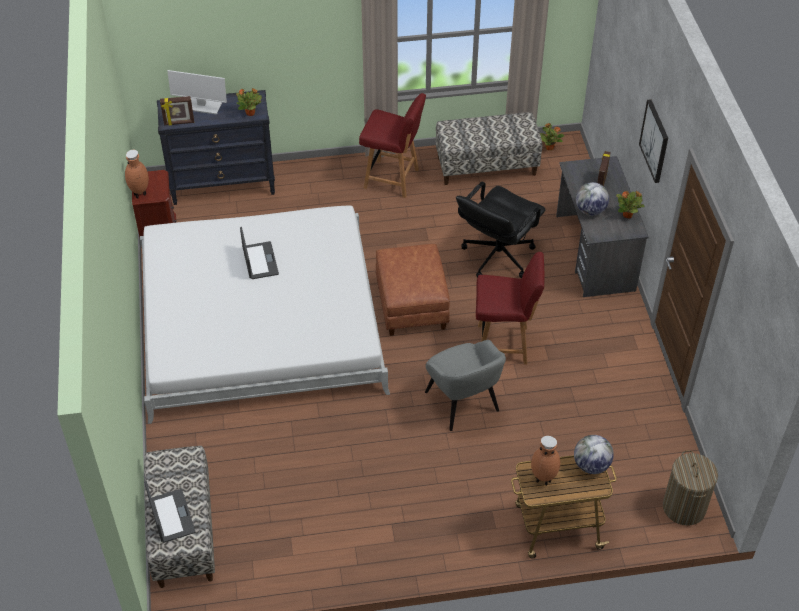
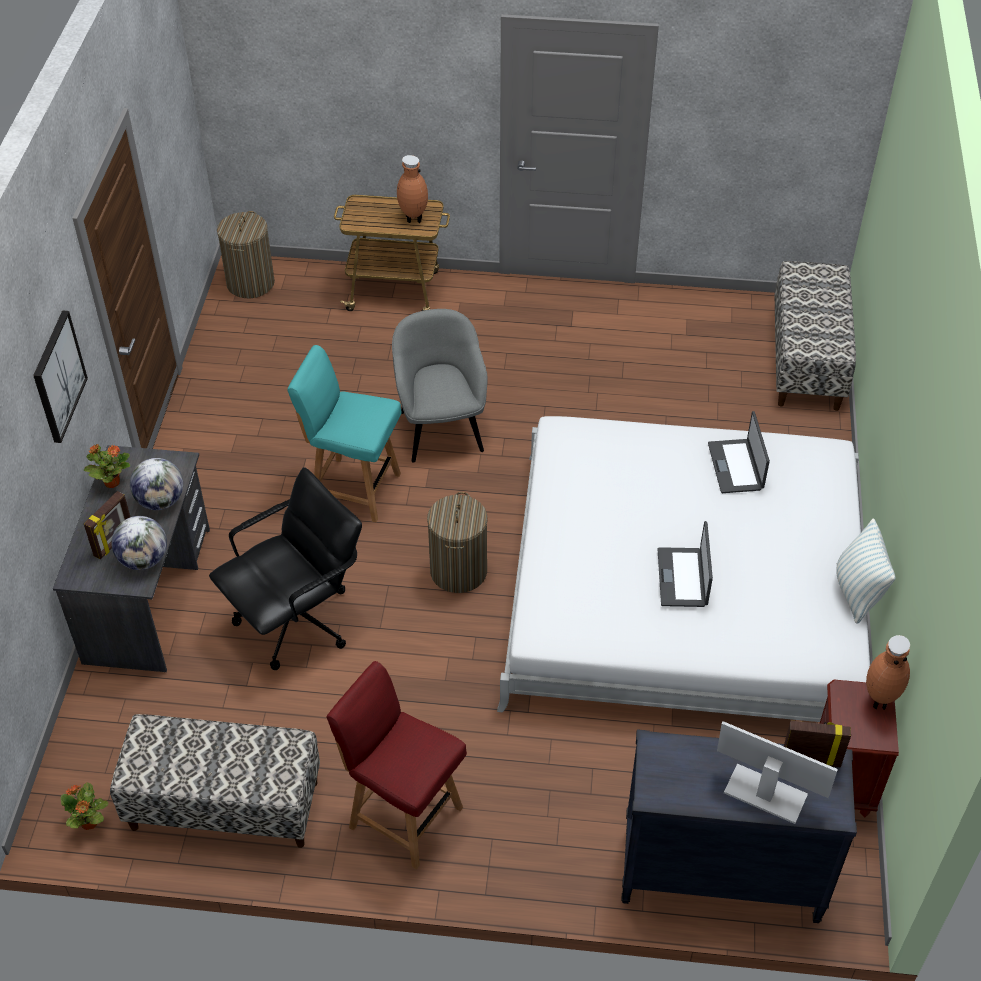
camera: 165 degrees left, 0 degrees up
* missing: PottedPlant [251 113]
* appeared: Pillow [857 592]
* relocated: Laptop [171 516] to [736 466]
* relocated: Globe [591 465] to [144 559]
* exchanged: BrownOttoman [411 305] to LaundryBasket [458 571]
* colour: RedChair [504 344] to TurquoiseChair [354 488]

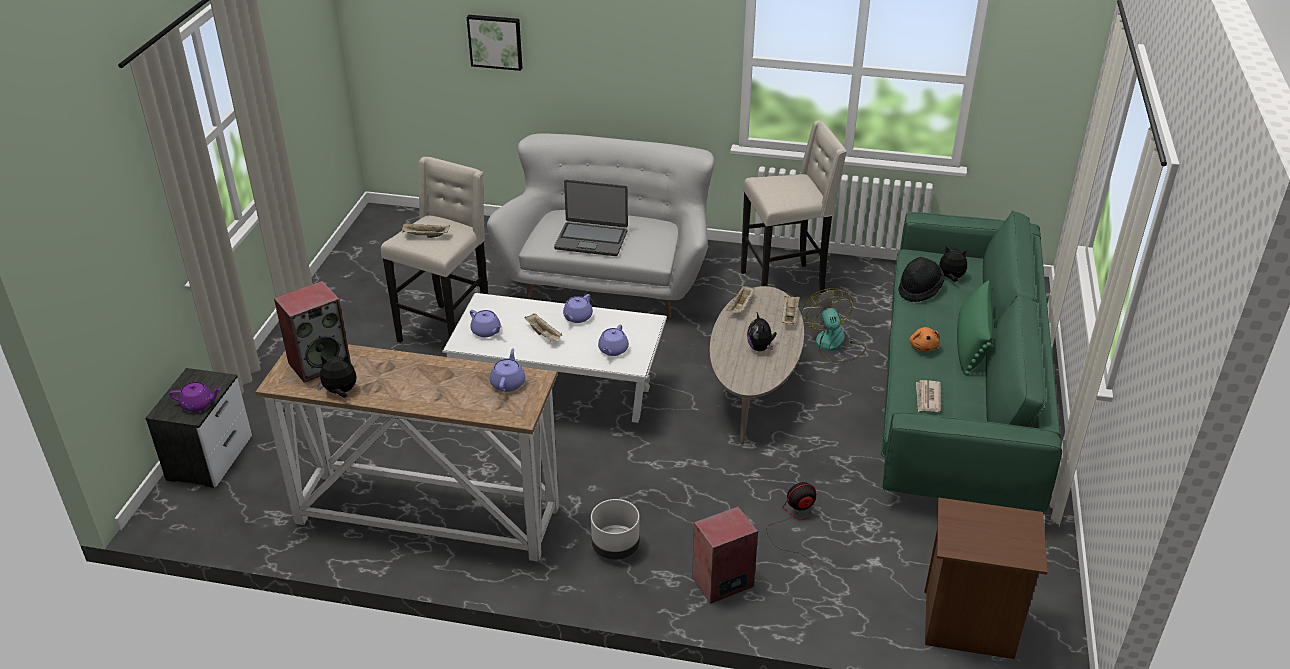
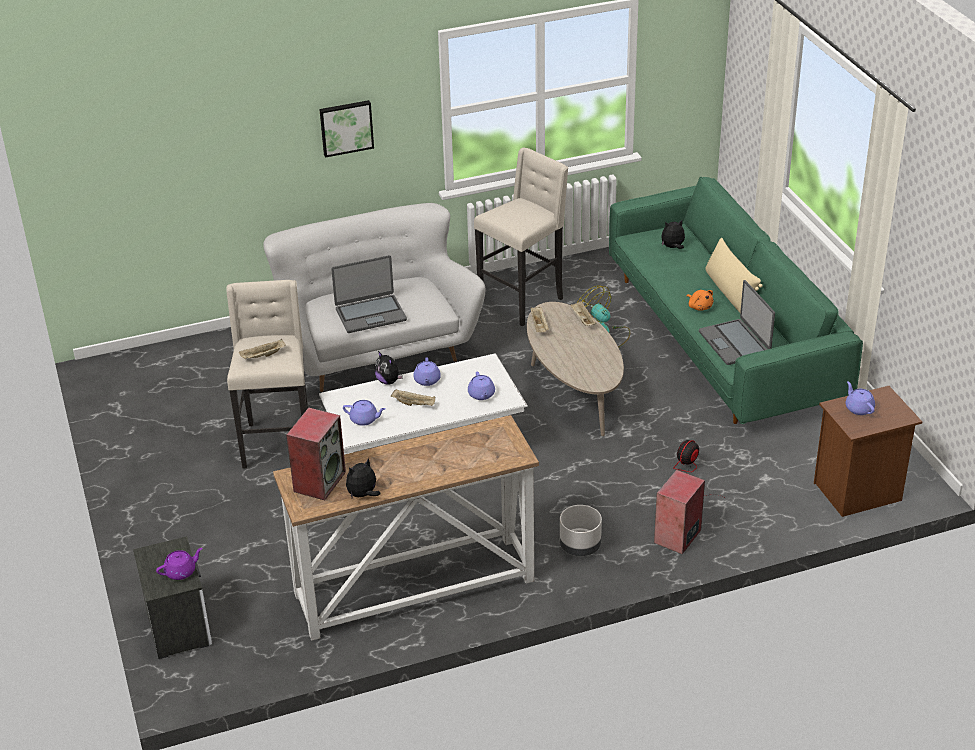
camera: 30 degrees left, 0 degrees up
* missing: BlackHat [919 290]
* relocated: Picture [495 41] to [346 127]
* relocated: PurpleTeapot [508 383] to [859 408]
* relocated: PlushToy [760 348] to [388 381]
* exchanged: Newspaper [927 398] to Laptop [735 343]
* colour: GreenPillow [971 344] to BeigePillow [730 292]

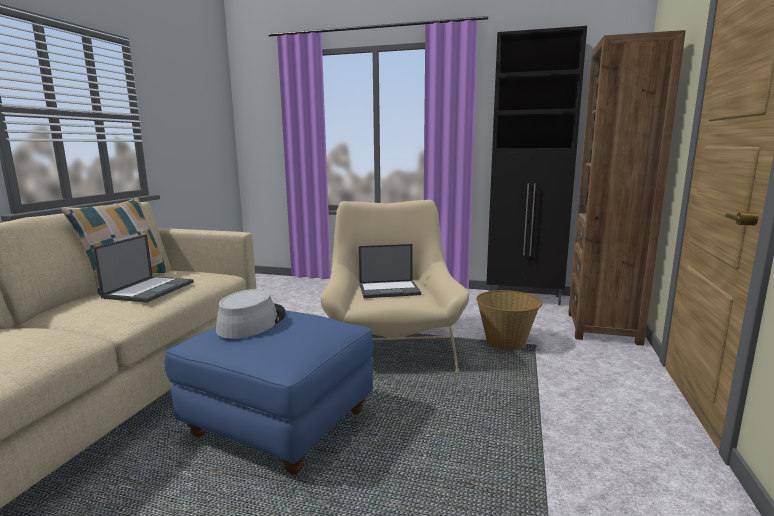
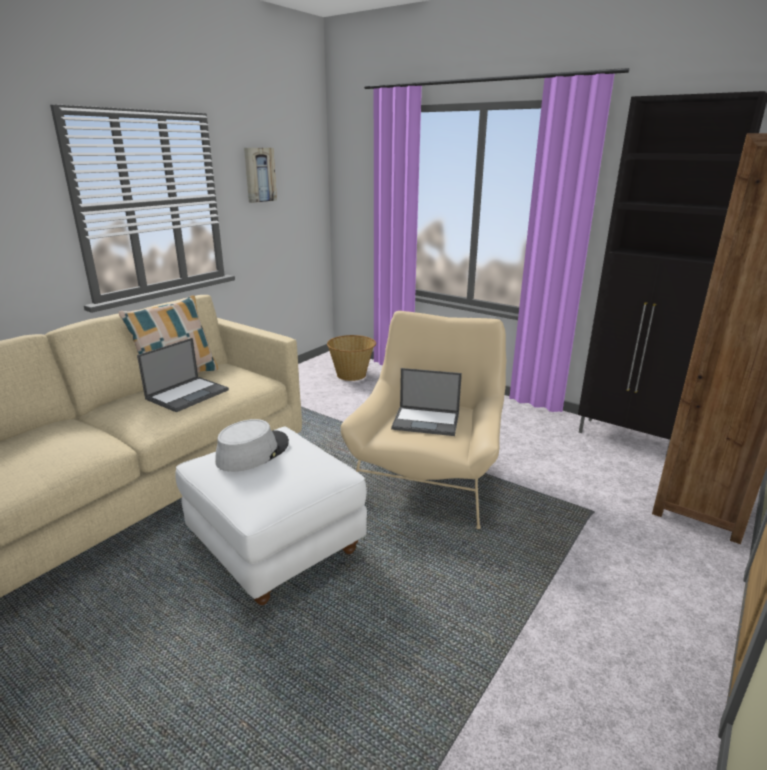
camera: 20 degrees right, 10 degrees up
* appeared: Picture [259 175]
* relocated: Basket [506 342] to [352 375]
* colour: BlueOttoman [279 424] to WhiteOttoman [275 546]

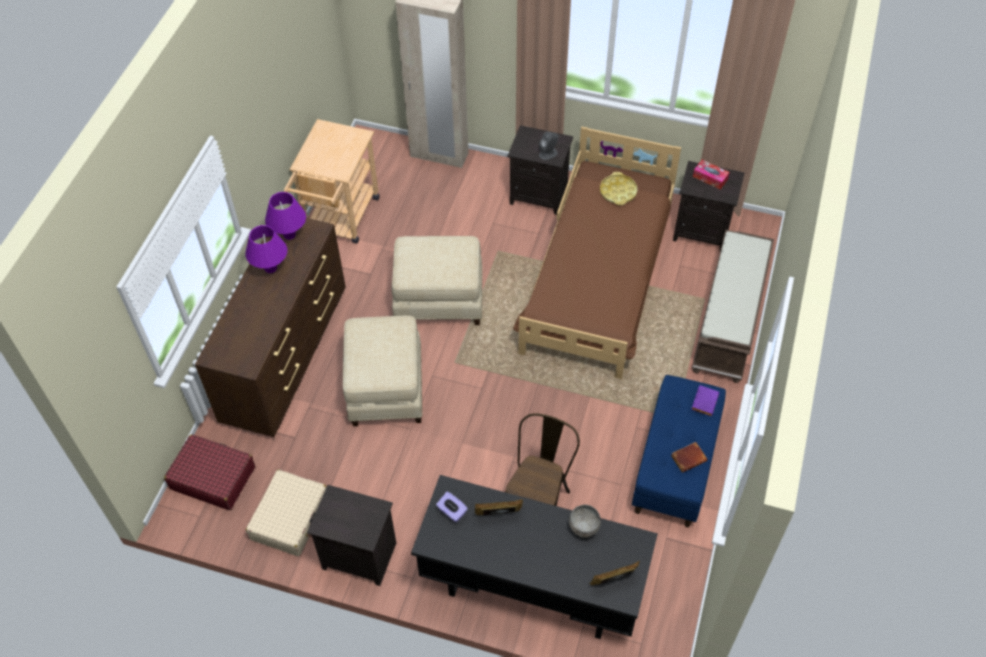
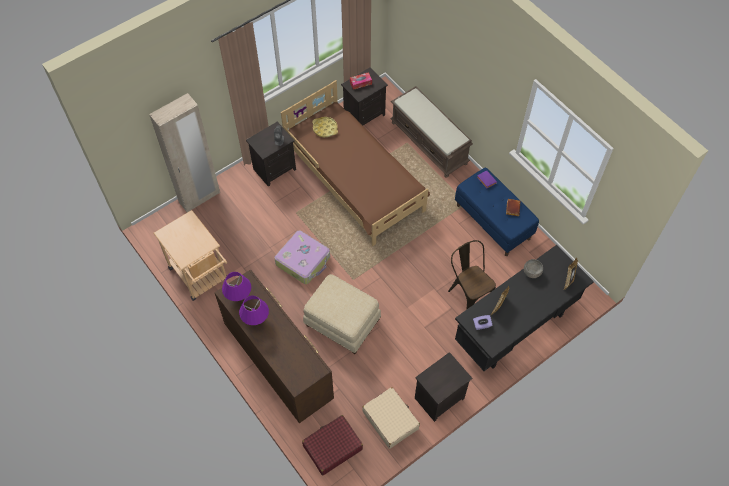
camera: 55 degrees left, 5 degrees up
* exchanged: BeigeOttoman [439 298] to Suitcase [303 261]

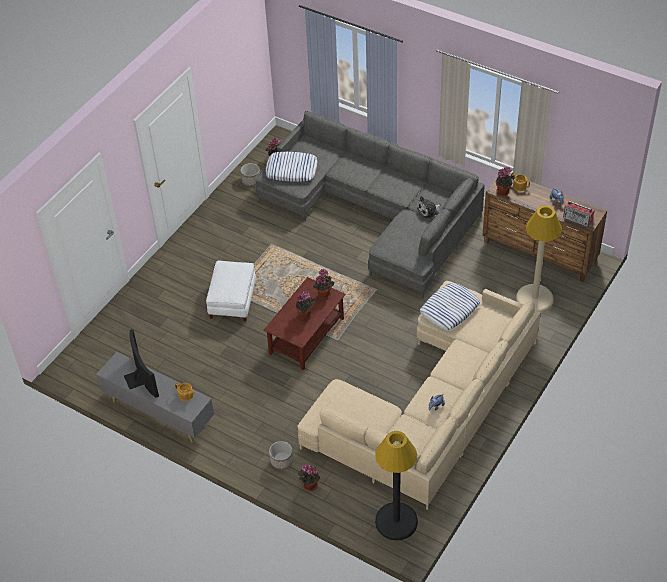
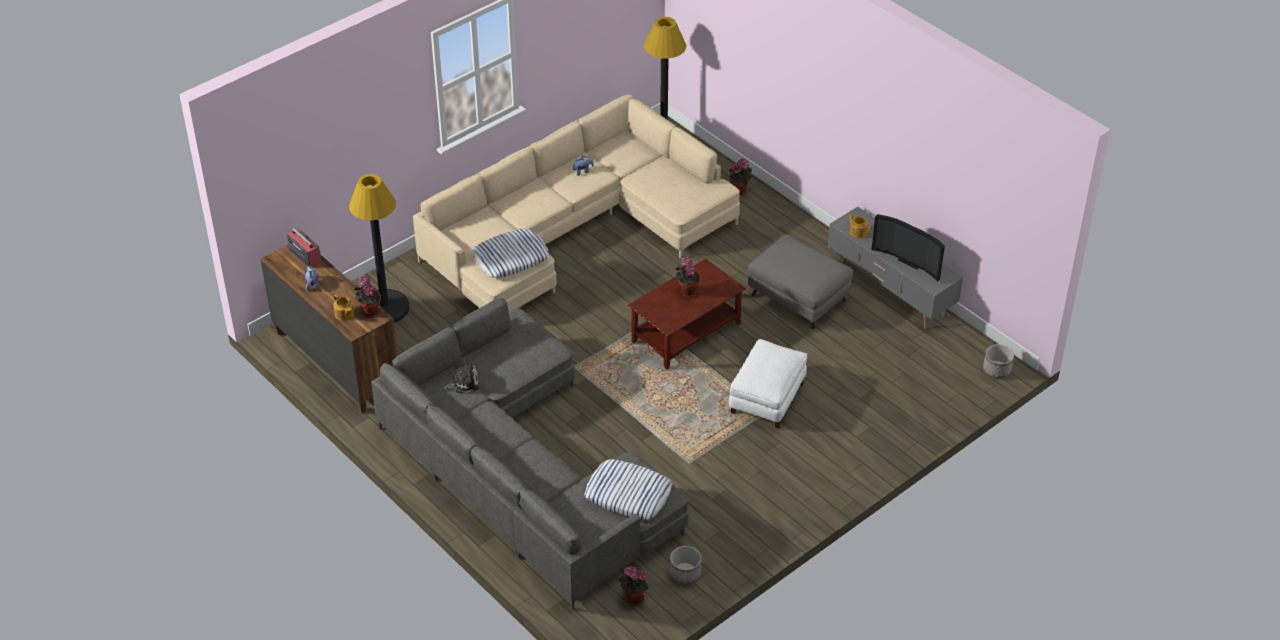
camera: 165 degrees left, 5 degrees down
* missing: PottedPlant [324 293]
* appeared: GreyOttoman [799 298]
* relocated: Planter [281 461] to [997 370]
* colour: BeigeFloorLamp [534 299] to BlackFloorLamp [384 308]
* spun: Television [139 378] = [910 261] 45 degrees counterclockwise

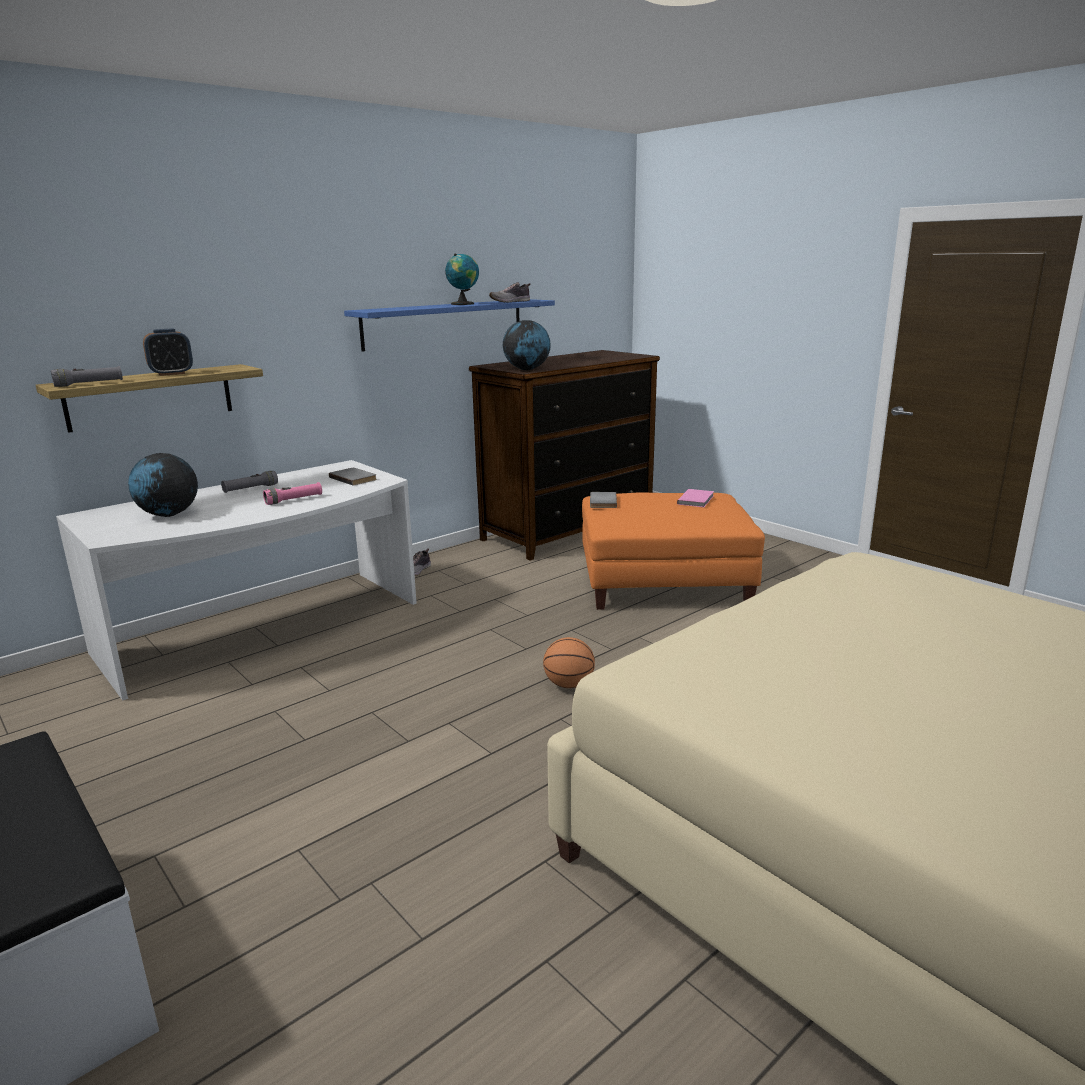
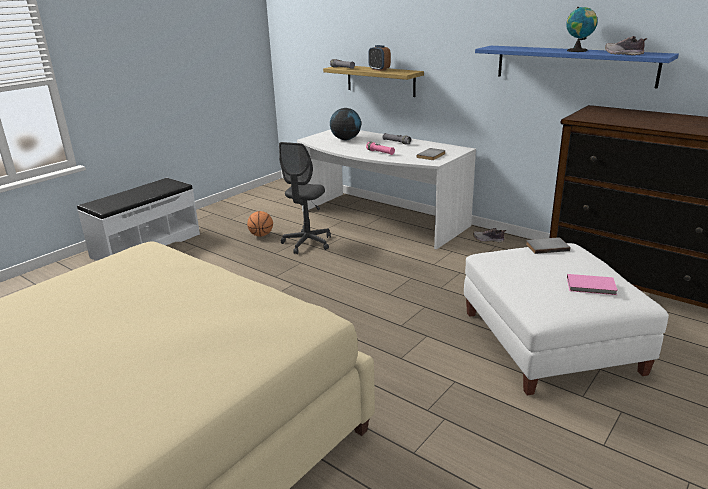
camera: 80 degrees right, 5 degrees up
* missing: Globe [527 369]
* appeared: GreyOfficeChair [307 243]
* relocated: Basketball [569 685] to [261 235]
* colour: OrangeOttoman [664 582] to WhiteOttoman [549 341]

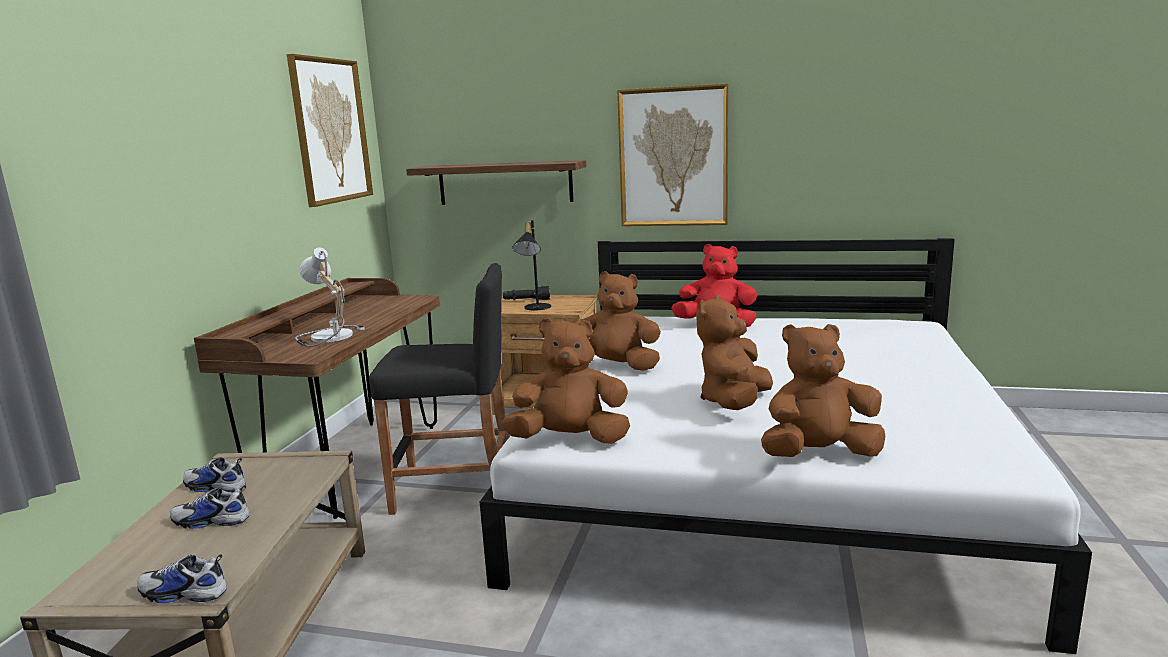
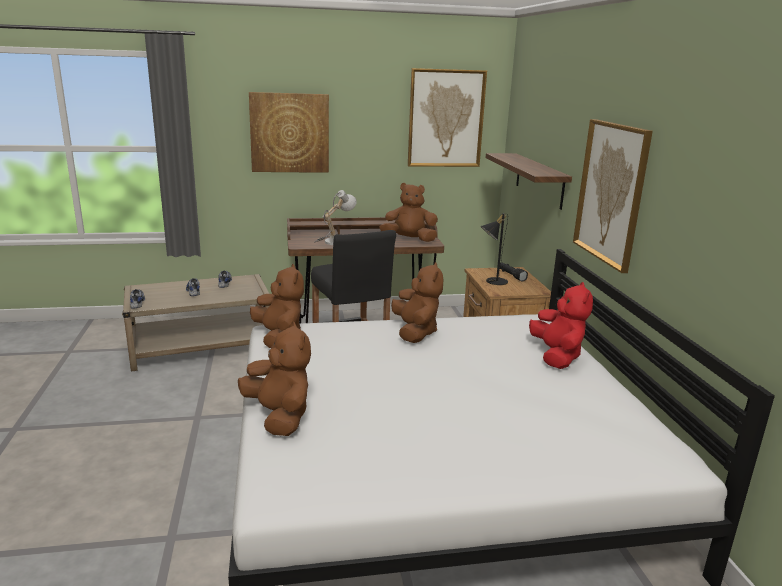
camera: 65 degrees right, 5 degrees up
* appeared: Picture [289 133]
* relocated: BrownPlushToy [734 403] to [409 240]

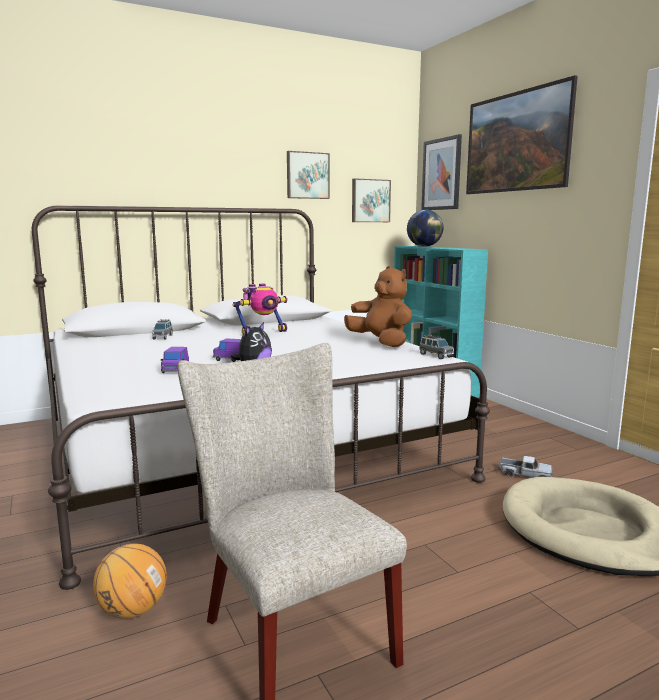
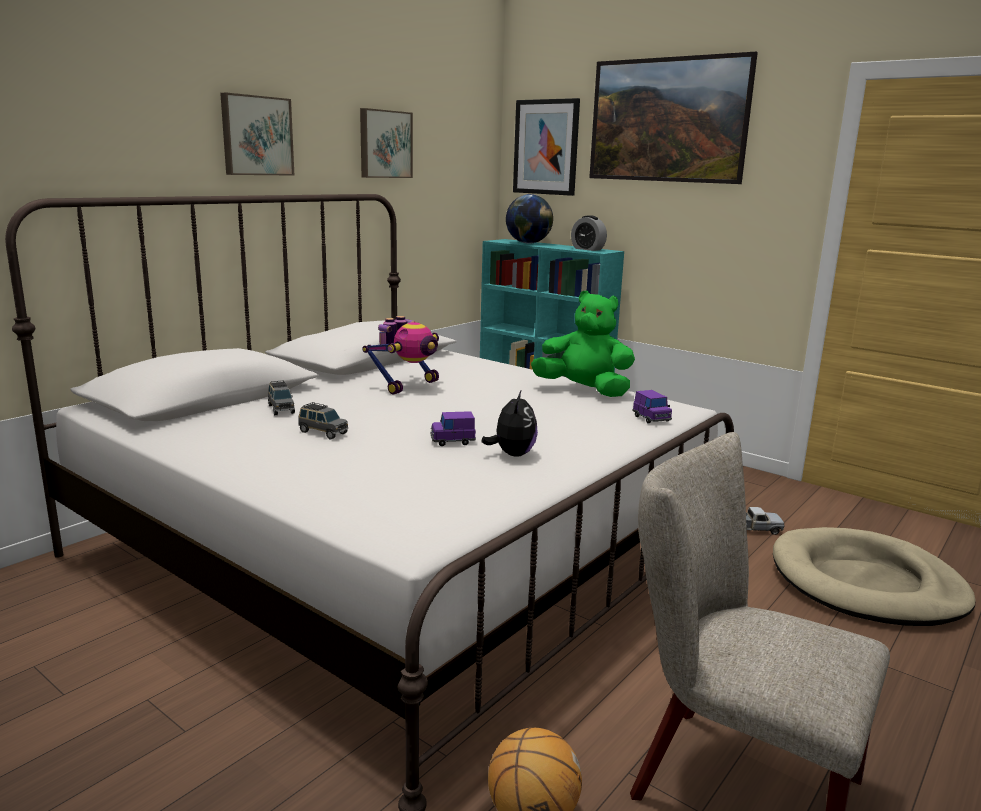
camera: 25 degrees left, 5 degrees up
* appeared: AlarmClock [587 249]
* relocated: PurpleToyCar [175 370] to [651 419]
* relocated: Picture [370 201] to [256 136]
* relocated: GreyToyCar [435 355] to [322 432]
* colour: BrownPlushToy [381 343] to GreenPlushToy [584 391]

